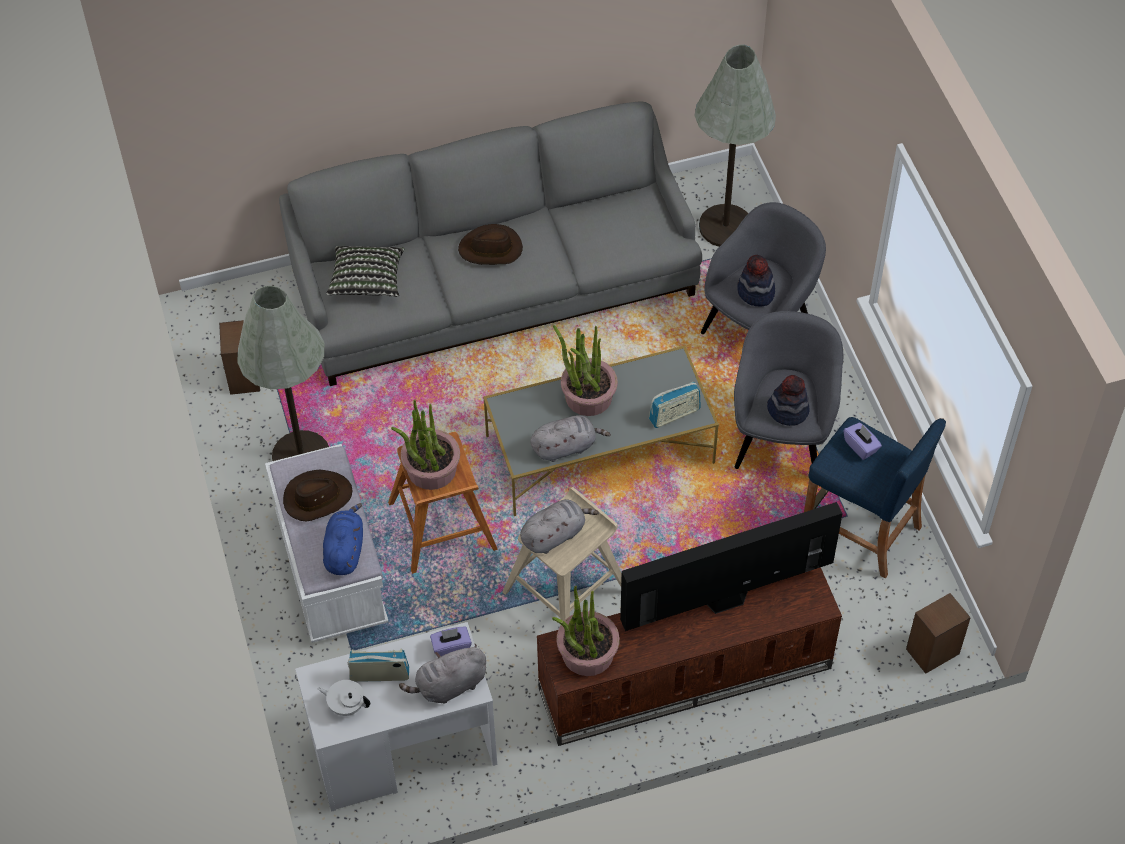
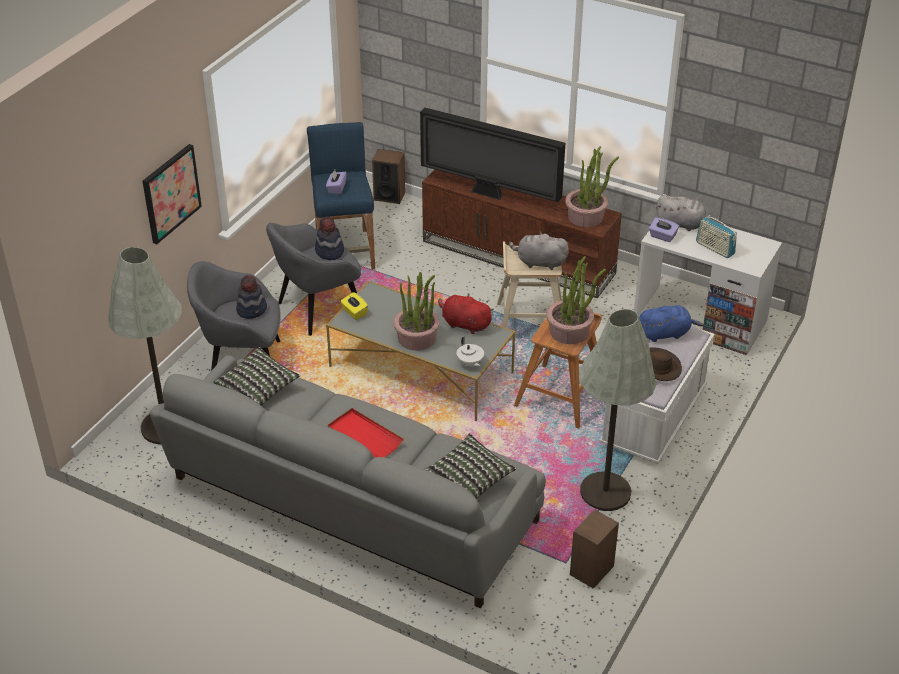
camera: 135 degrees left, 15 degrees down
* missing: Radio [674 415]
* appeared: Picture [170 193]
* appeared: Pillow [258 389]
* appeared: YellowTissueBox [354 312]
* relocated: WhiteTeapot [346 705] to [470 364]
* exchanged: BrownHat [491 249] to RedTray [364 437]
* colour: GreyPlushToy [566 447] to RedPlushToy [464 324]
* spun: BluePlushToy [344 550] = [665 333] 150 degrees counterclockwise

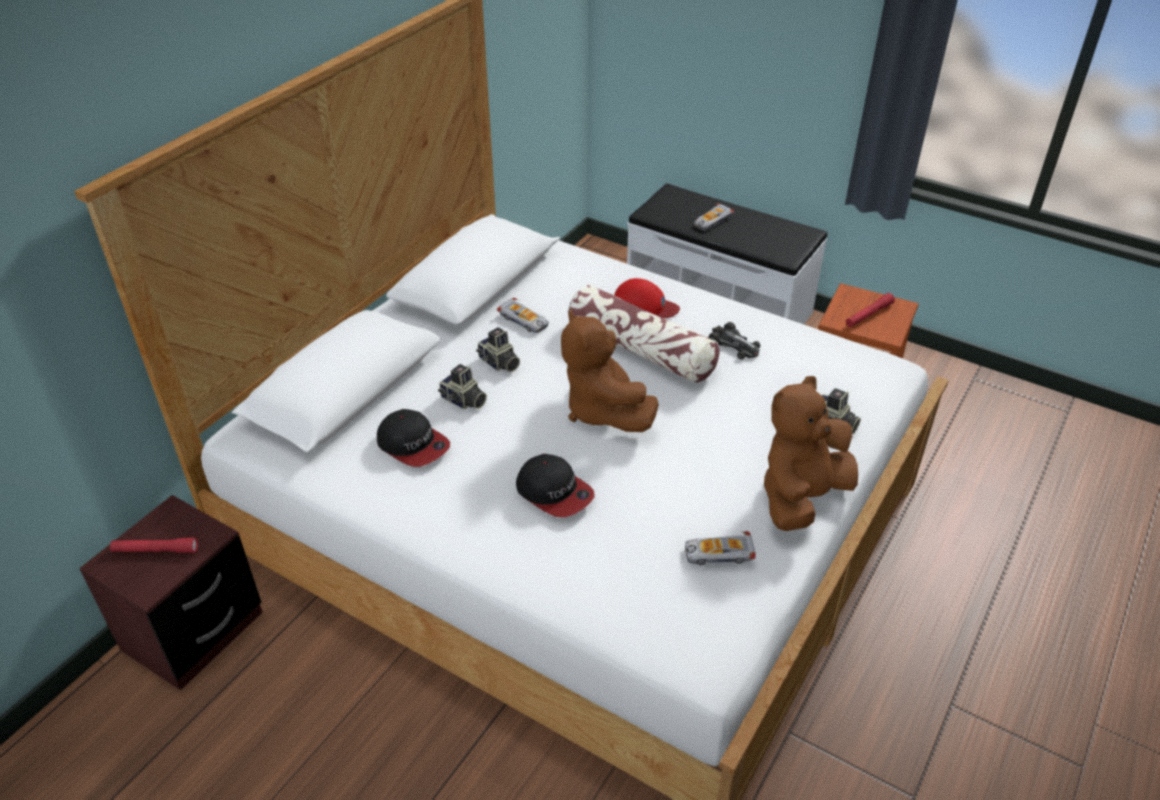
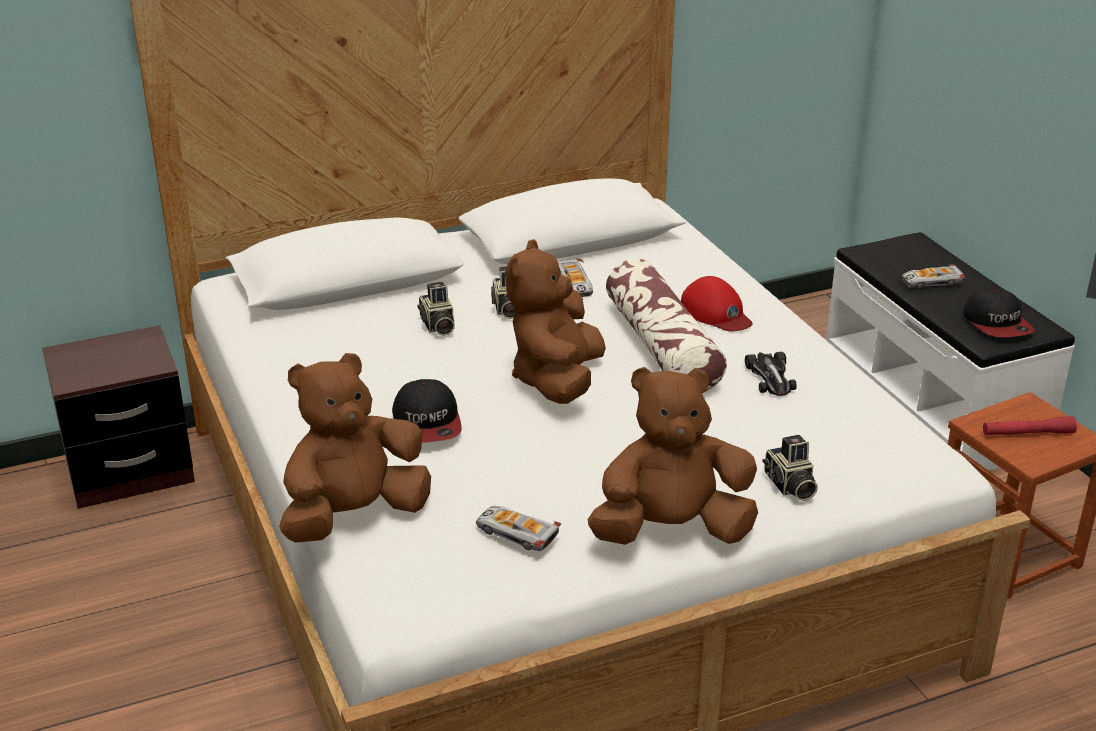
camera: 35 degrees right, 10 degrees down
* missing: RedFlashlight [156 550]
* appeared: BrownPlushToy [354 516]
* relocated: Cap [413 445] to [997 324]

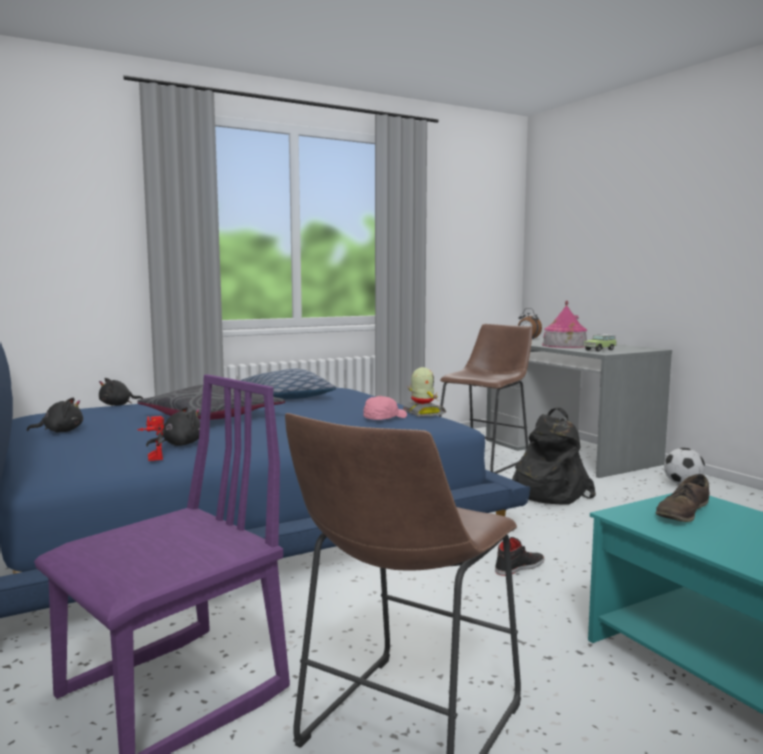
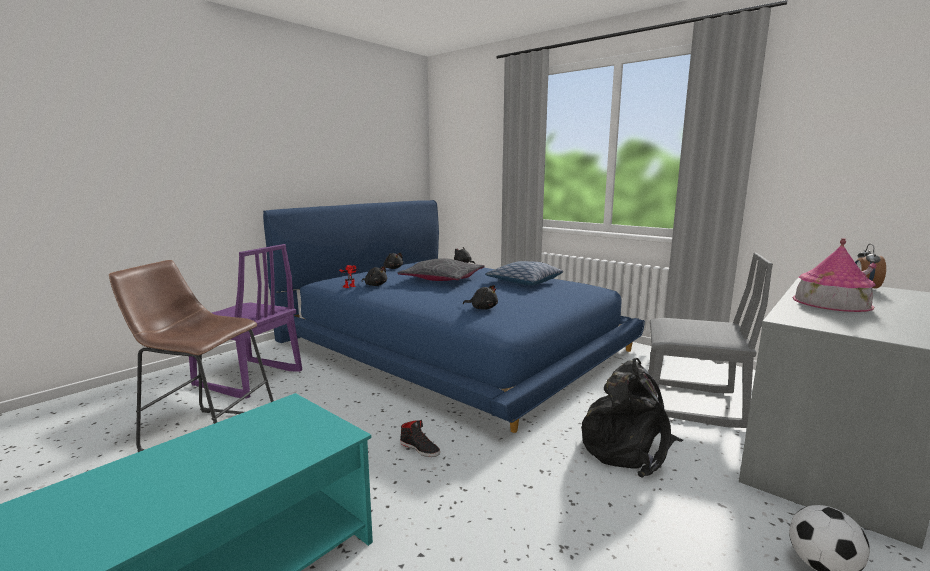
camera: 70 degrees right, 5 degrees up
* missing: ToyRobot [423 413]
* missing: ToyCar [600 350]
* missing: BrownShoe [683 512]
* exchanged: PinkCap [384 418] to BlackPlushToy [482 308]
* exchanged: BrownStool [485 461] to GreyChair [692 404]

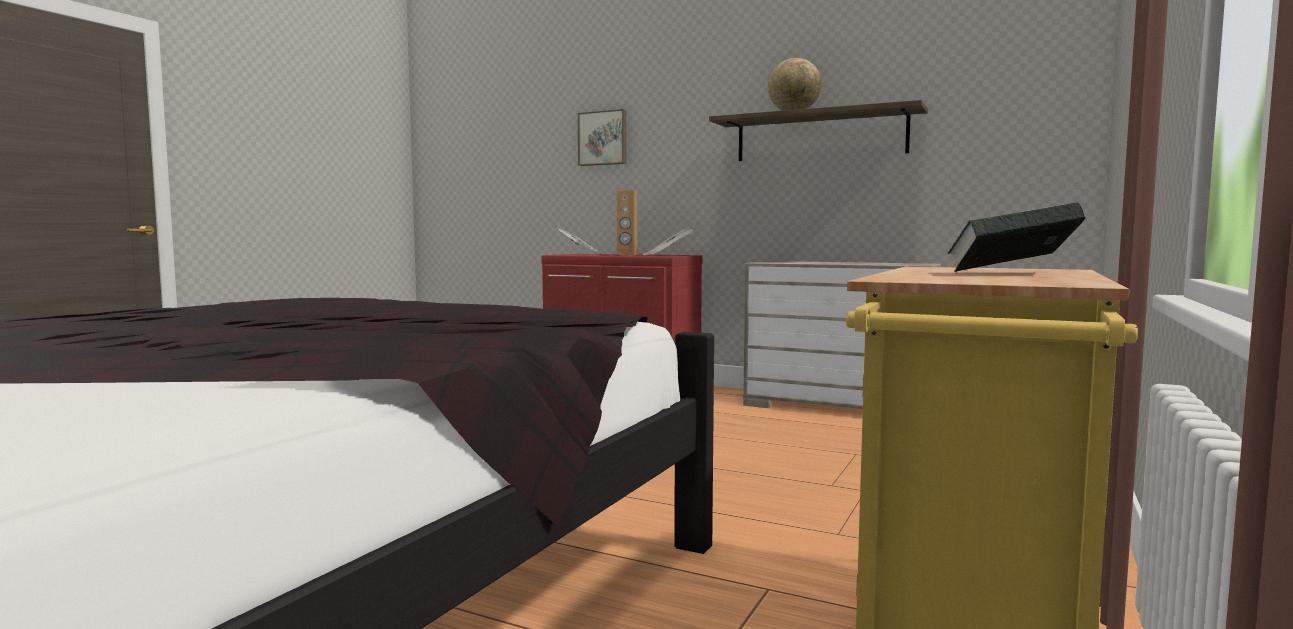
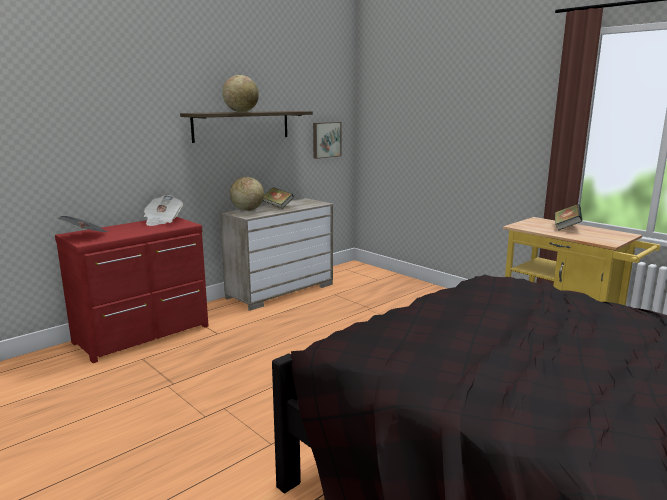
camera: 70 degrees left, 10 degrees up
* missing: BrownSpeaker [627 255]
* appeared: Globe [247 210]
* appeared: Book [277 206]
* relocated: Picture [603 138] to [326 139]

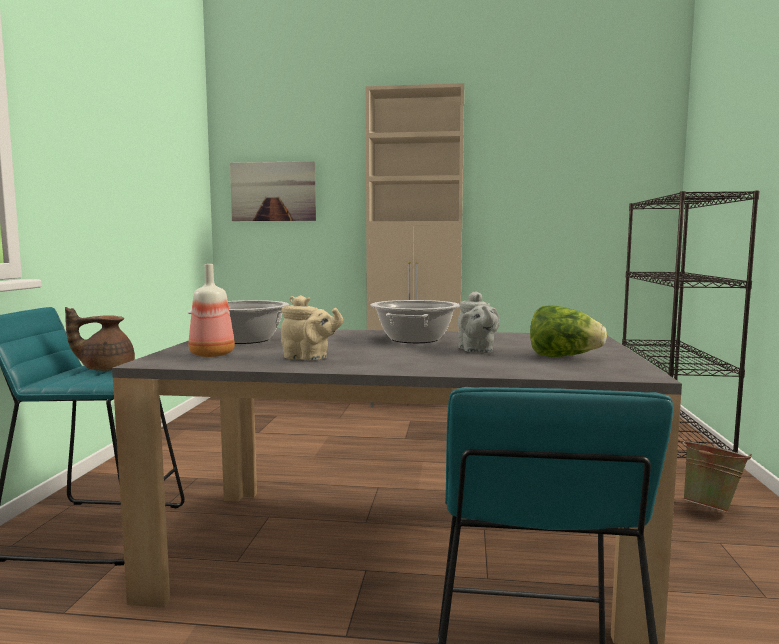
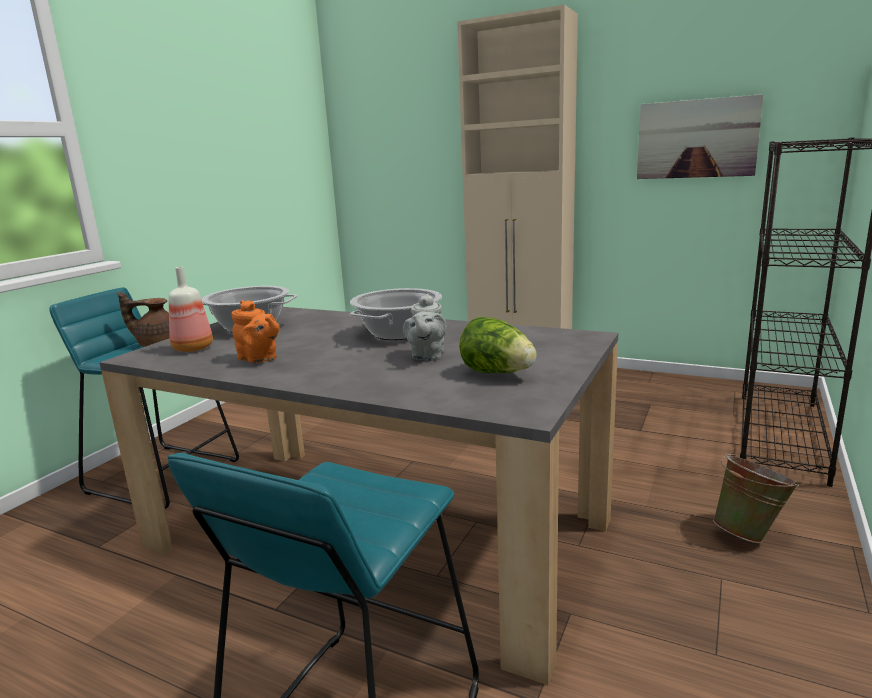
camera: 20 degrees right, 10 degrees up
* relocated: Picture [273 191] to [696 139]
* colour: BeigeTeapot [309 358] to OrangeTeapot [259 359]

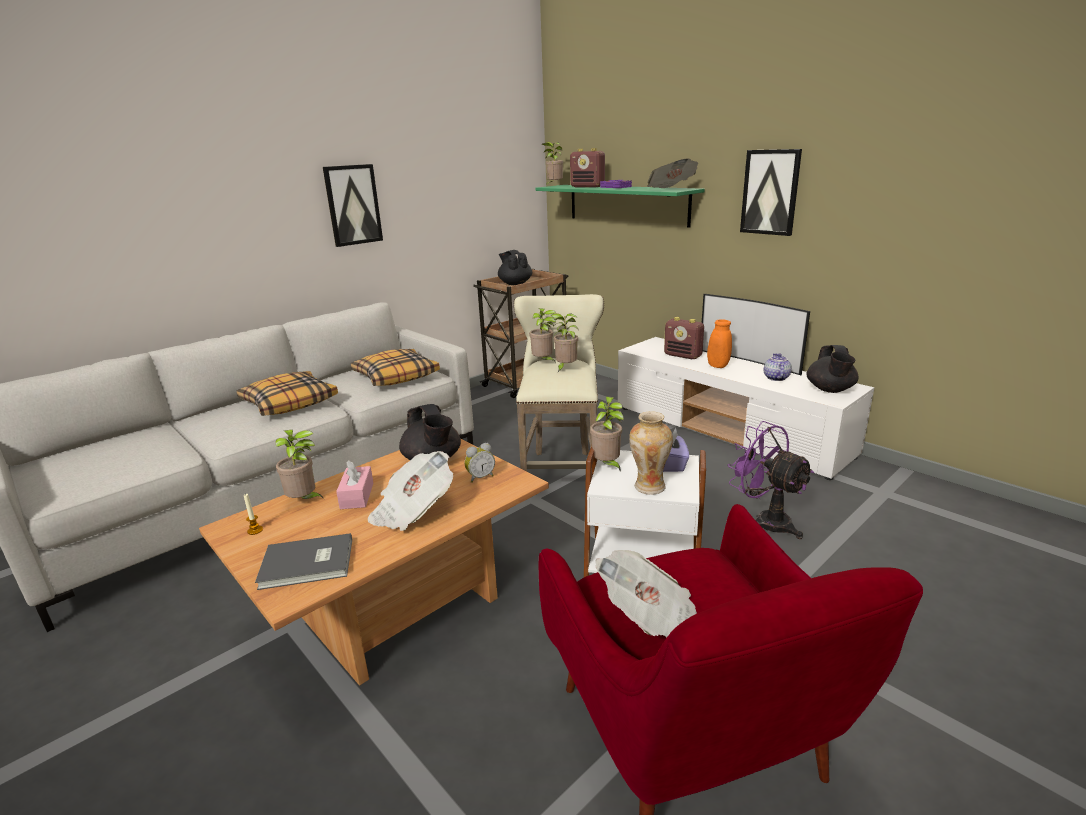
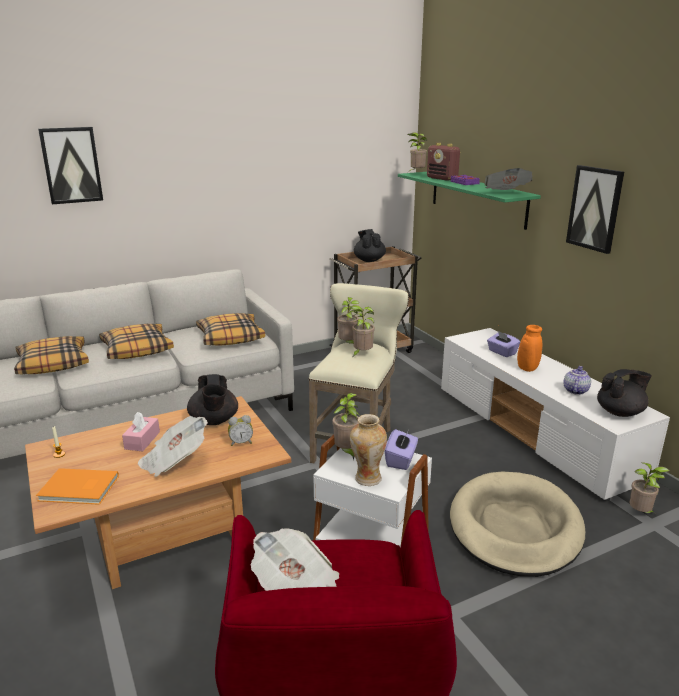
camera: 15 degrees right, 0 degrees up
* missing: Television [749 361]
* appeared: Pillow [53 363]
* relocated: PottedPlant [304 501] to [641 513]
* relocated: Picture [353 205] to [71 165]
* exchanged: Radio [683 355] to PurpleTissueBox [502 352]
* exchanged: PurpleFan [765 520] to BeigeDogBed [514 527]
* colour: GreyBook [308 565] to OrangeBook [79 489]
* spun: BlackTeapot [830 390] = [620 412] 135 degrees counterclockwise

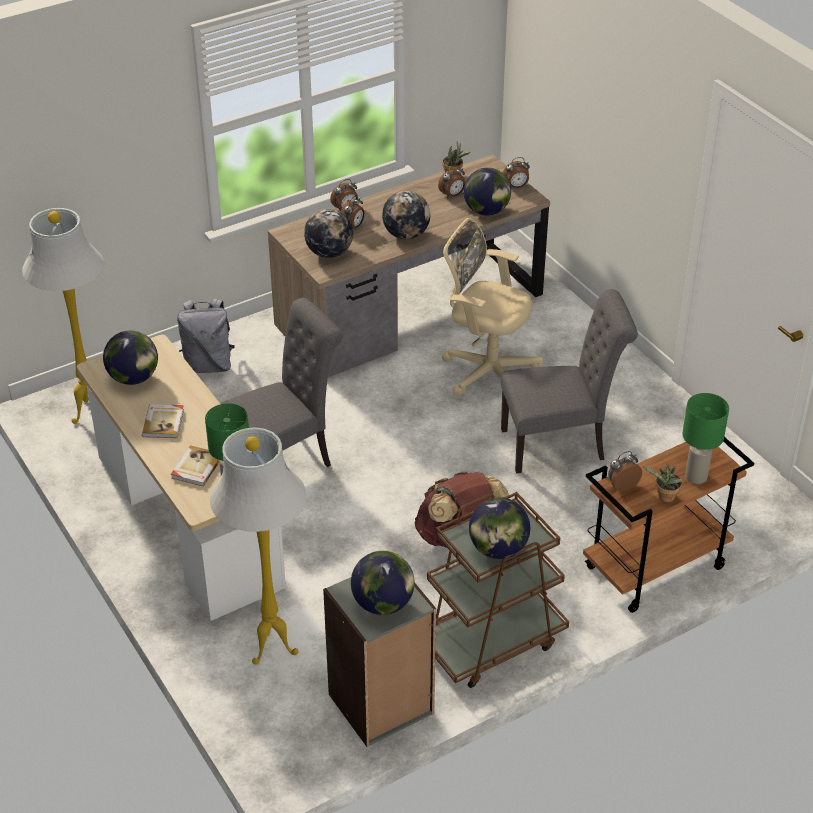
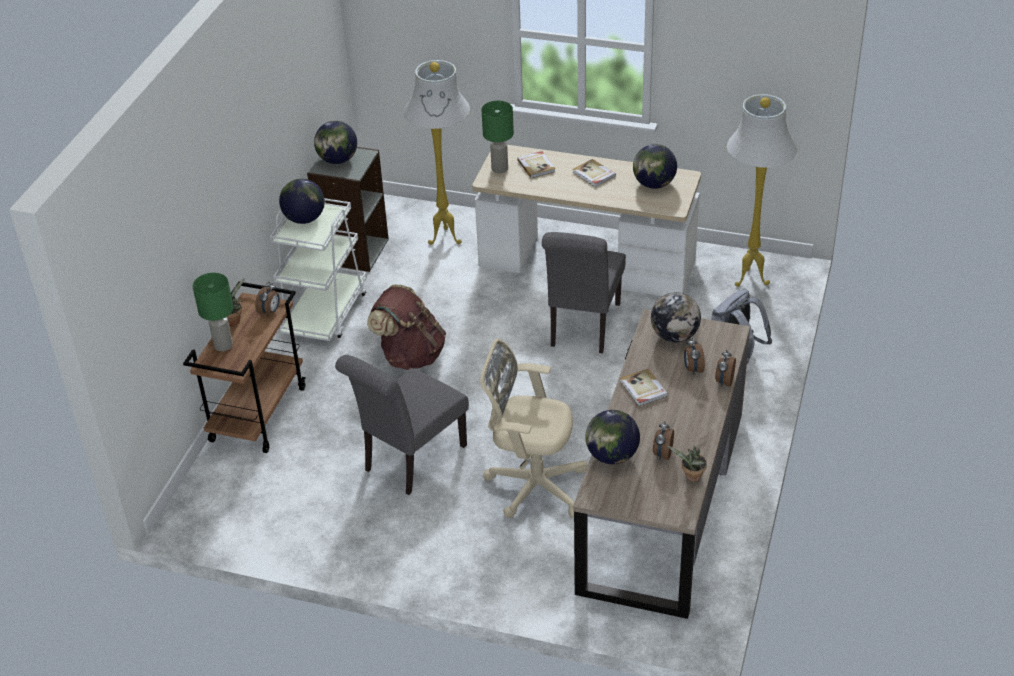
camera: 140 degrees right, 0 degrees up
* missing: AlarmClock [516 187]
* exchanged: Globe [406 235] to Book [643 389]
* colour: BrownCart [491 641] to WhiteCart [325 312]
* spun: BeigeOfficeChair [486 372] = [532 485] 150 degrees counterclockwise

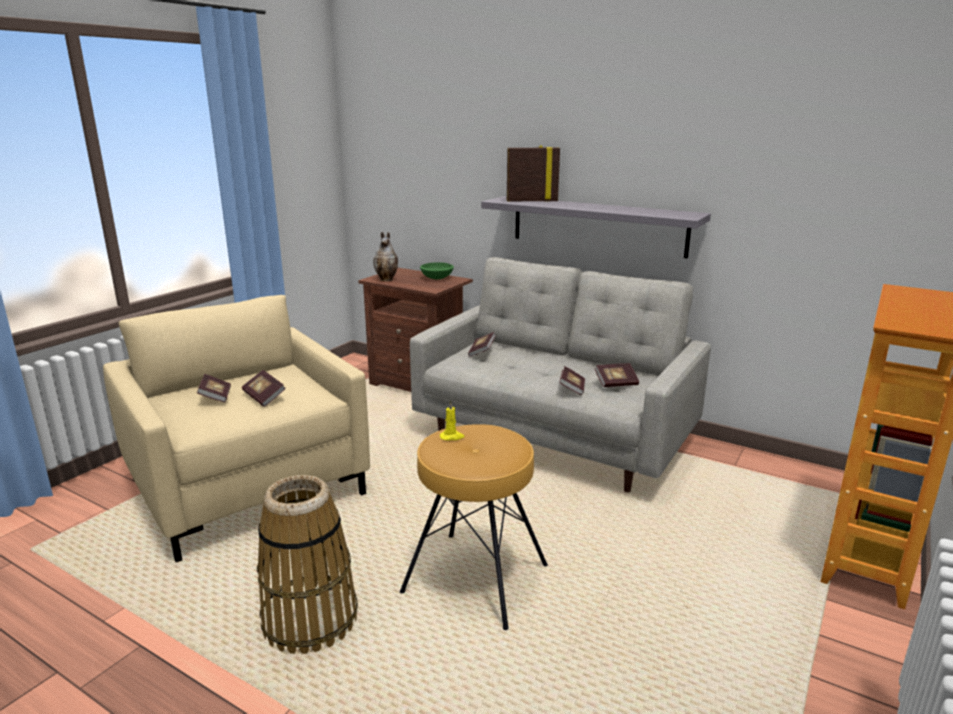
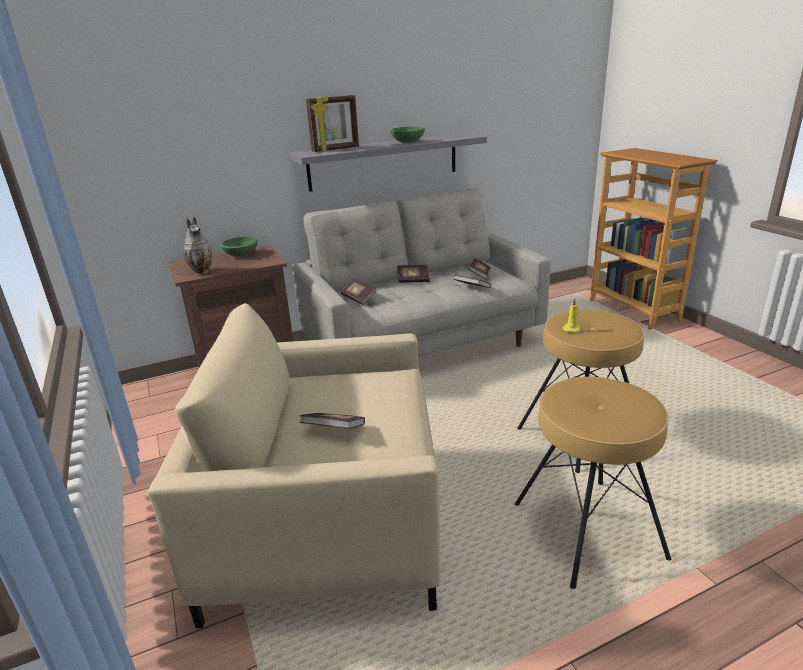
camera: 55 degrees left, 5 degrees up
* appeared: GreenBowl [408 142]
* relocated: Book [264 397] to [413 280]
* exchanged: Basket [309 619] to BrownStool [586 530]
* spun: PictureFrame [532 201] = [336 149] 150 degrees counterclockwise

